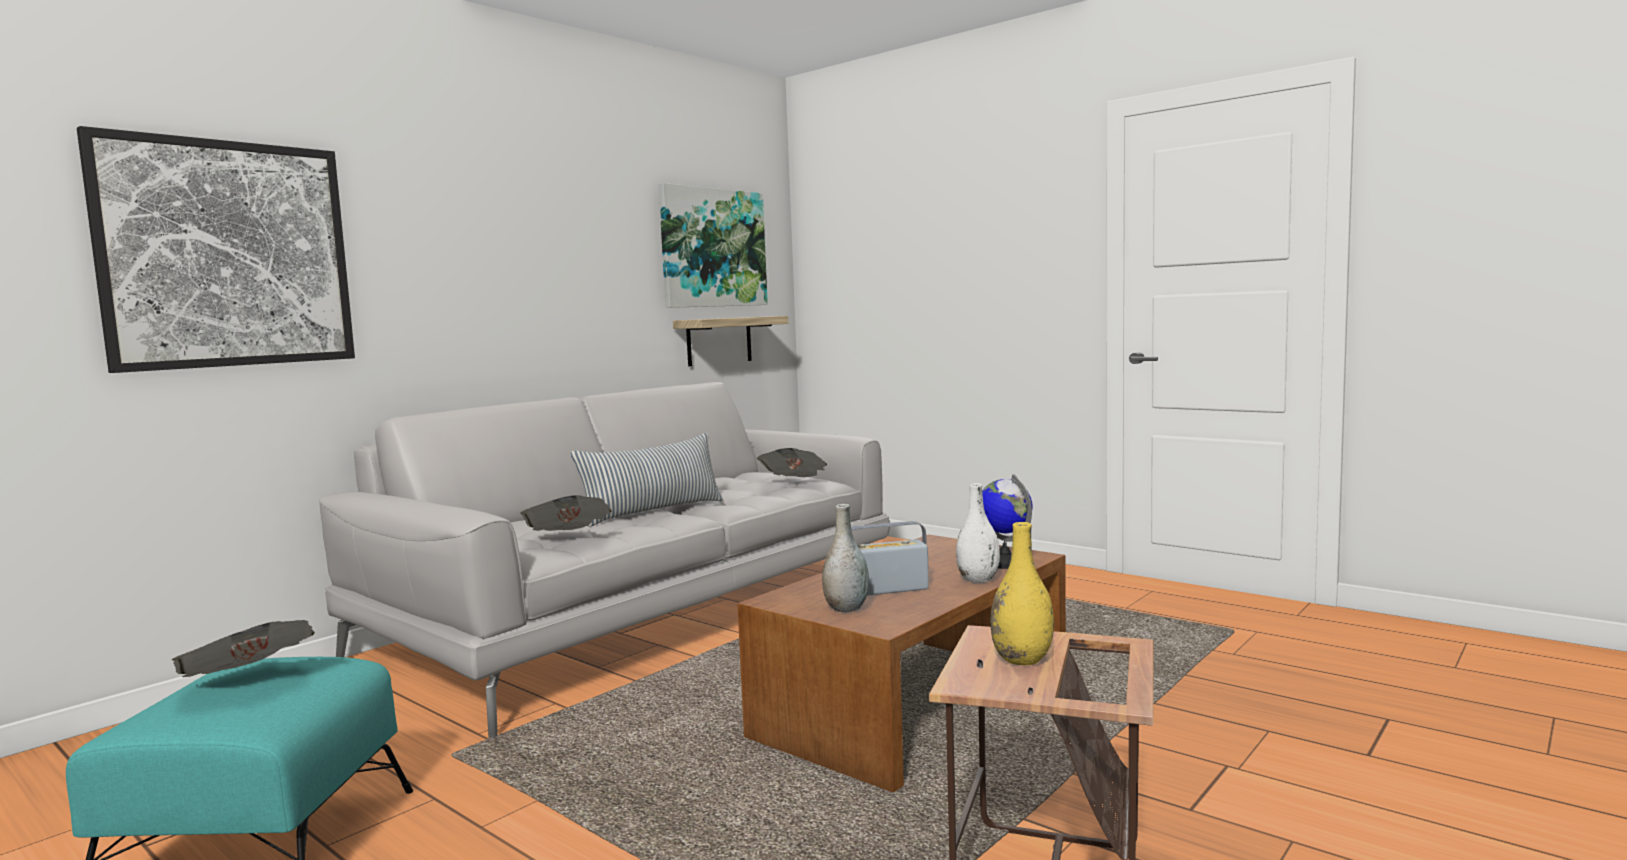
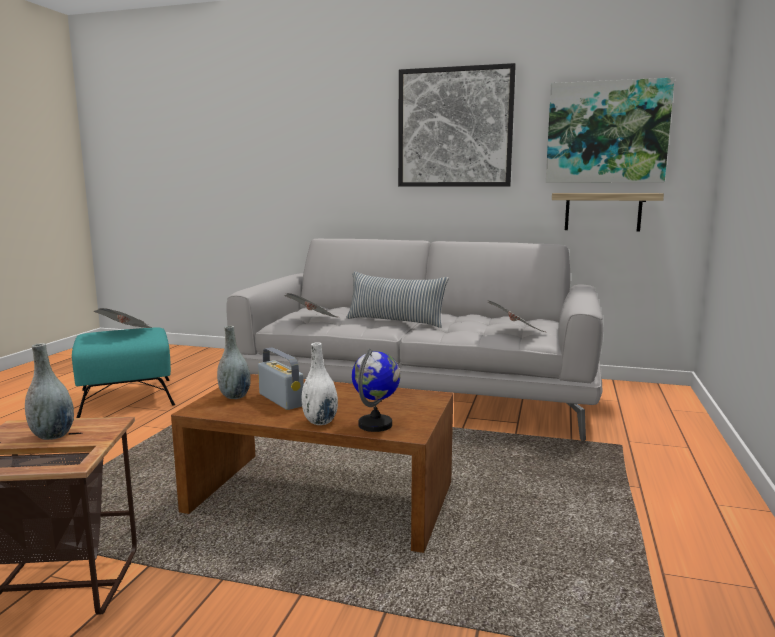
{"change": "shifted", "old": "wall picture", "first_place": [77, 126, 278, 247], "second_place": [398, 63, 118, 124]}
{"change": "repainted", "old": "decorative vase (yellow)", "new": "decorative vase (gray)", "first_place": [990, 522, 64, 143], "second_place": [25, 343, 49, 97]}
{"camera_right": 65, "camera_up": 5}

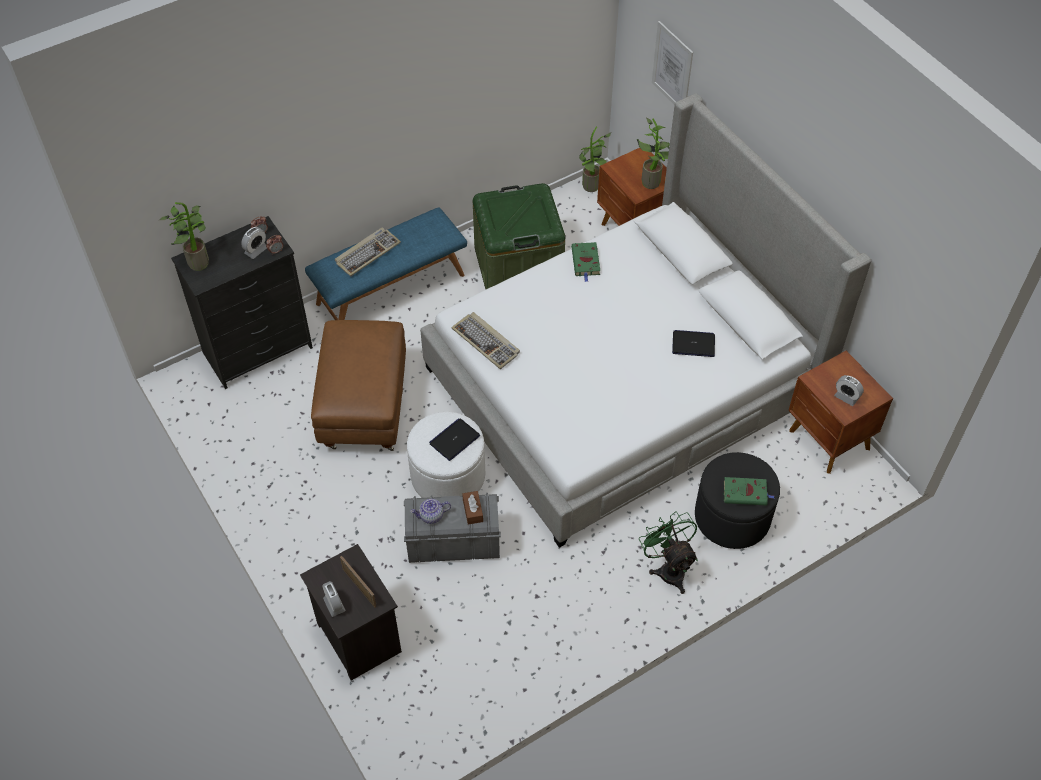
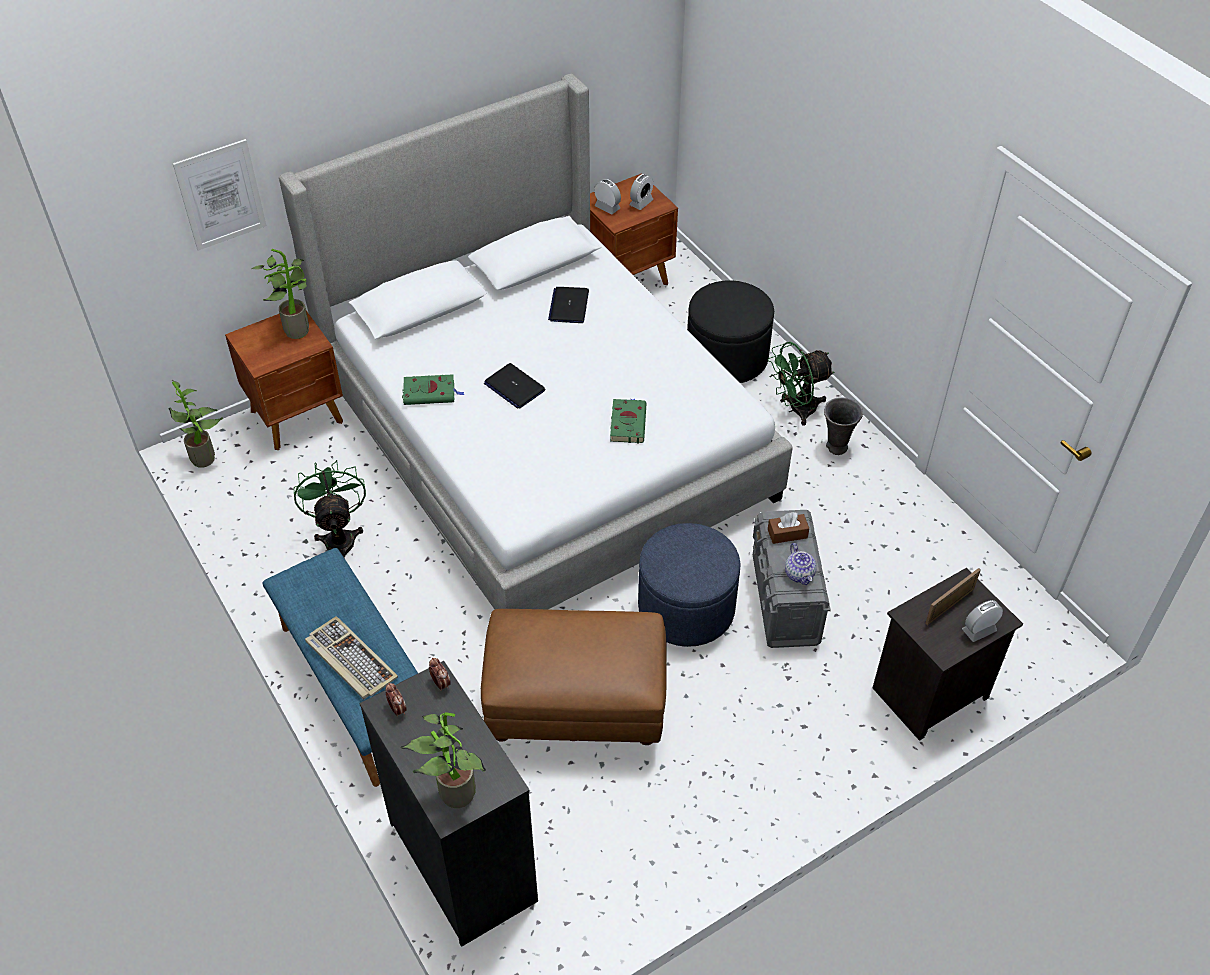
{"change": "gone", "old": "PC keyboard", "first_place": [452, 312, 68, 57]}
{"change": "new", "new": "decorative vase (gray)", "second_place": [824, 397, 39, 58]}
{"change": "shifted", "old": "alarm clock", "first_place": [241, 227, 26, 32], "second_place": [594, 179, 27, 35]}
{"change": "shifted", "old": "laptop", "first_place": [429, 418, 51, 43], "second_place": [484, 363, 62, 46]}
{"change": "shifted", "old": "book (green-coloured)", "first_place": [723, 477, 52, 29], "second_place": [610, 399, 37, 44]}
{"change": "swapped", "old": "storage container (green-coloured)", "new": "cooling fan (green-coloured)", "first_place": [473, 183, 92, 106], "second_place": [294, 460, 72, 98]}
{"change": "repainted", "old": "ottoman (whitish)", "new": "ottoman (bluish)", "first_place": [407, 412, 78, 86], "second_place": [638, 523, 103, 124]}
{"camera_right": -90, "camera_up": -5}

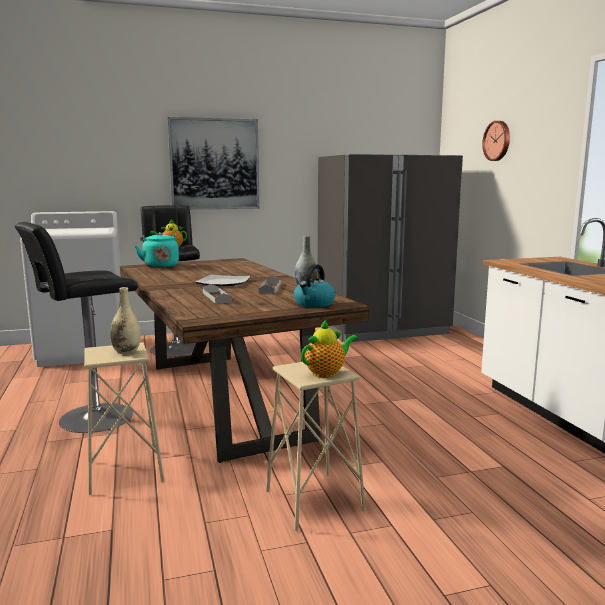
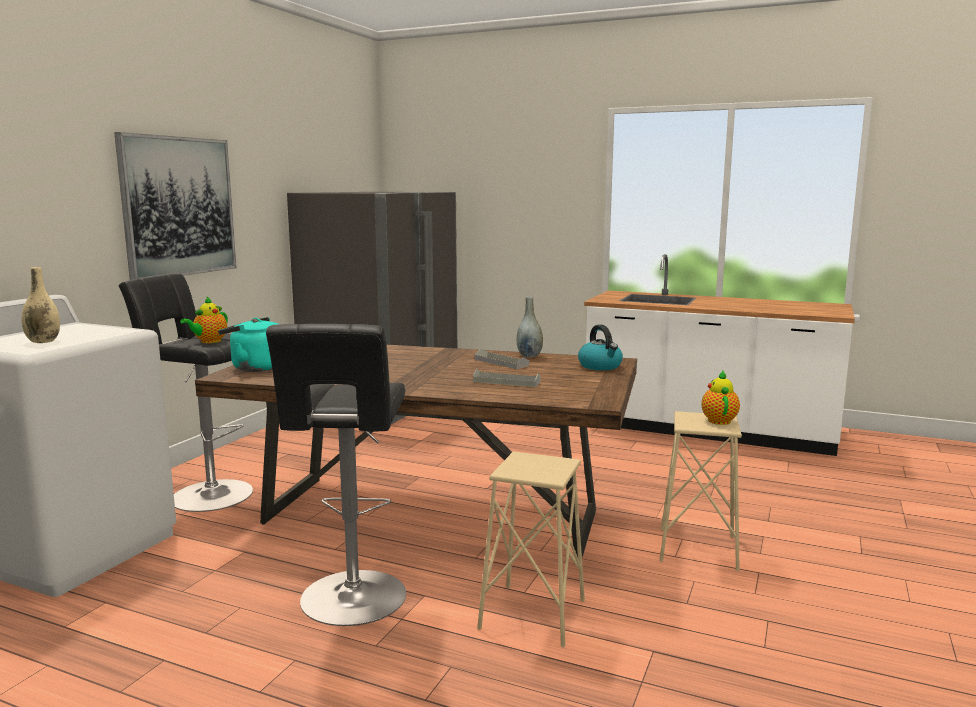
{"change": "gone", "old": "flat dish", "first_place": [195, 274, 55, 12]}
{"change": "gone", "old": "wall clock", "first_place": [482, 121, 28, 40]}
{"change": "shifted", "old": "decorative vase (beige-coloured)", "first_place": [110, 287, 31, 67], "second_place": [22, 267, 38, 76]}
{"camera_right": -50, "camera_up": 0}

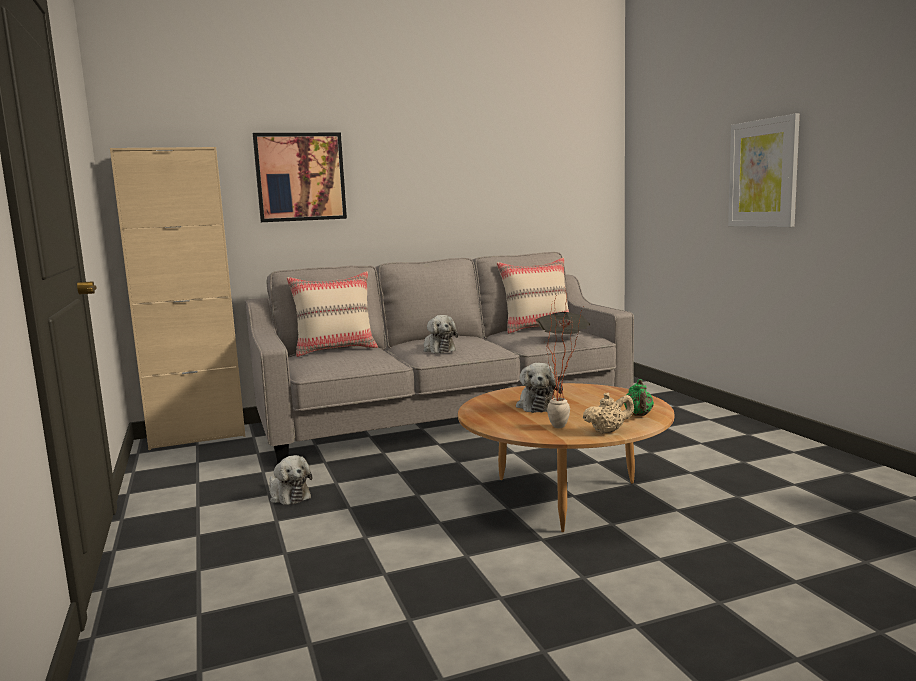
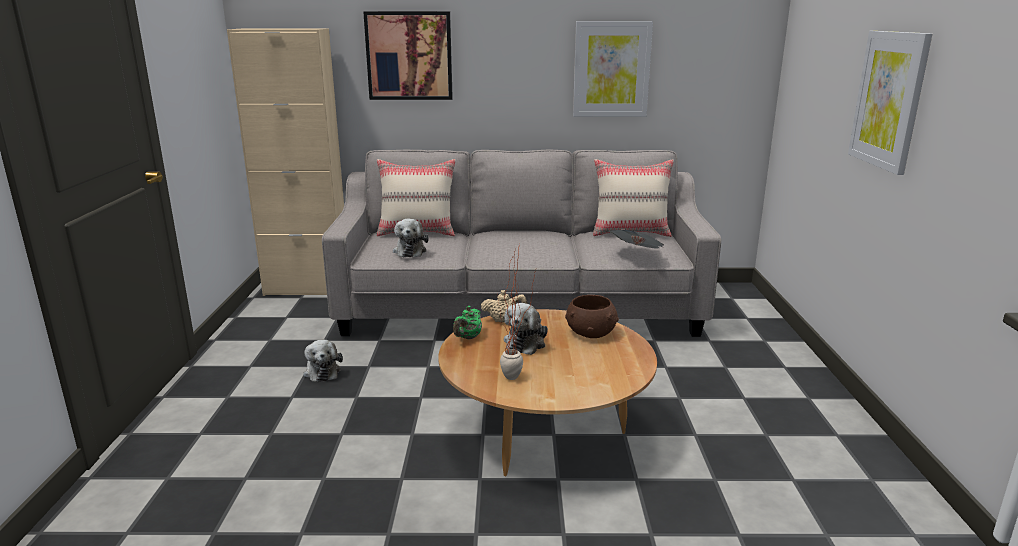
{"change": "new", "new": "serving bowl (brownish)", "second_place": [565, 295, 54, 43]}
{"change": "new", "new": "wall picture", "second_place": [573, 21, 80, 96]}
{"change": "shifted", "old": "plush toy", "first_place": [424, 315, 34, 38], "second_place": [393, 219, 36, 38]}
{"change": "shifted", "old": "teapot (beige-coloured)", "first_place": [583, 393, 51, 40], "second_place": [481, 290, 47, 32]}
{"change": "shifted", "old": "teapot (green-coloured)", "first_place": [624, 379, 30, 37], "second_place": [453, 306, 29, 33]}
{"camera_right": 20, "camera_up": 10}

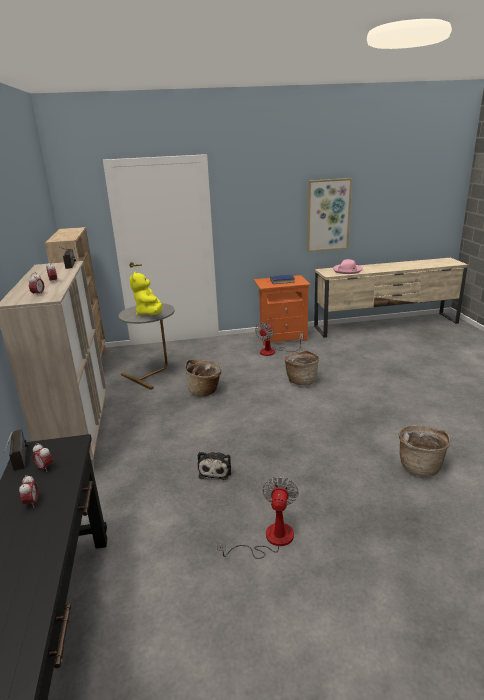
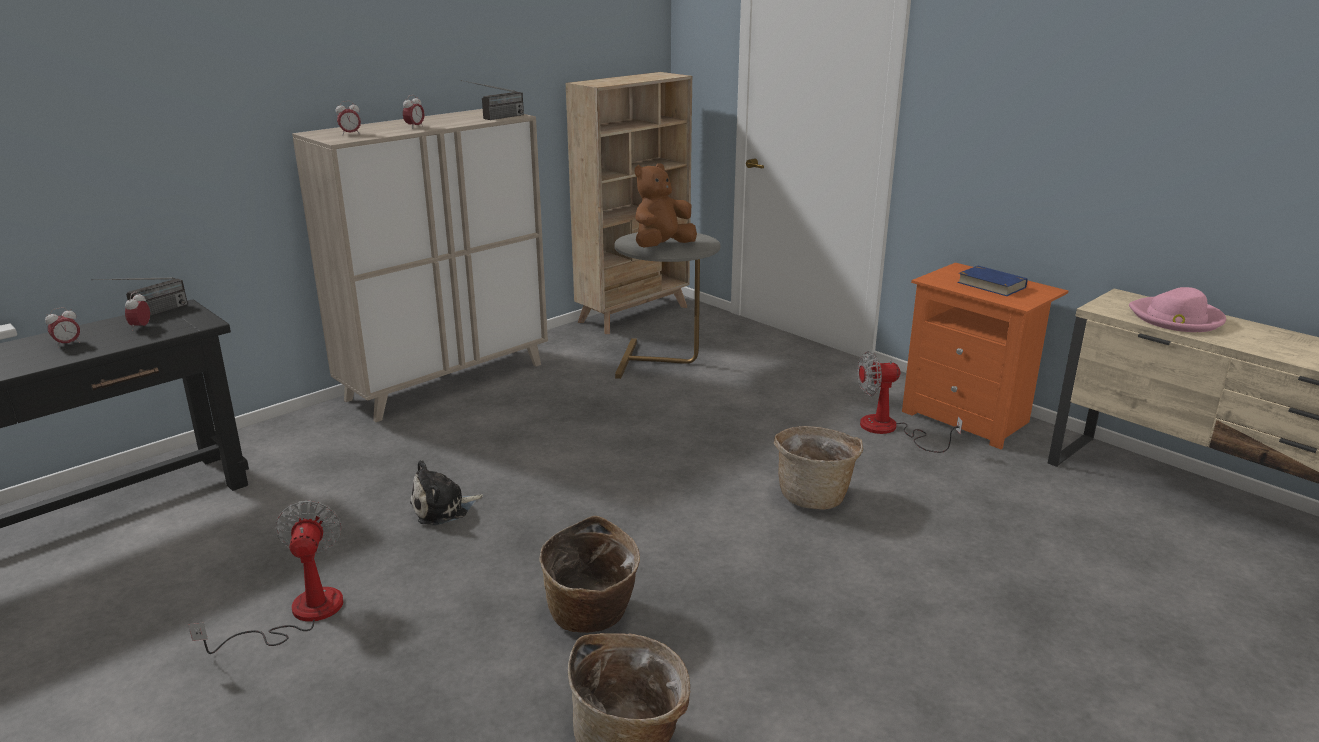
{"change": "gone", "old": "wall picture", "first_place": [307, 178, 45, 74]}
{"change": "shifted", "old": "storage basket", "first_place": [185, 359, 36, 38], "second_place": [539, 516, 101, 117]}
{"change": "repainted", "old": "plush toy (yellow)", "new": "plush toy (brownish)", "first_place": [130, 272, 33, 43], "second_place": [635, 163, 62, 85]}
{"change": "rotated", "old": "cooling fan", "first_place": [217, 476, 82, 83], "second_place": [188, 500, 155, 154], "degrees": -75}
{"camera_right": 55, "camera_up": 0}

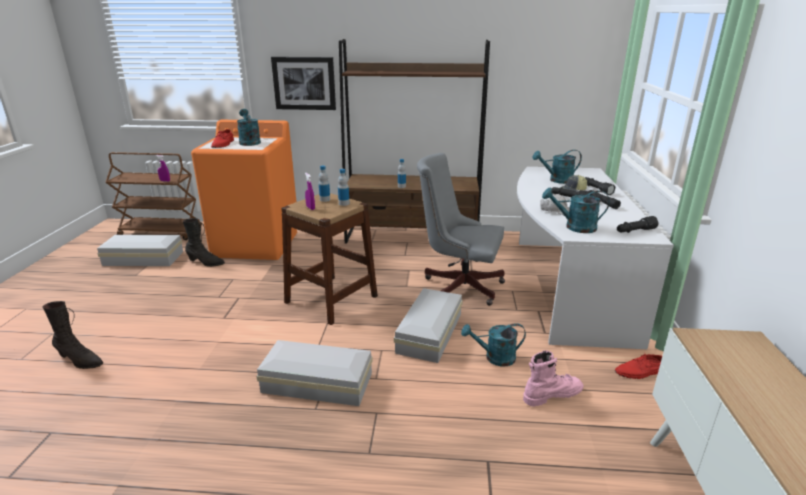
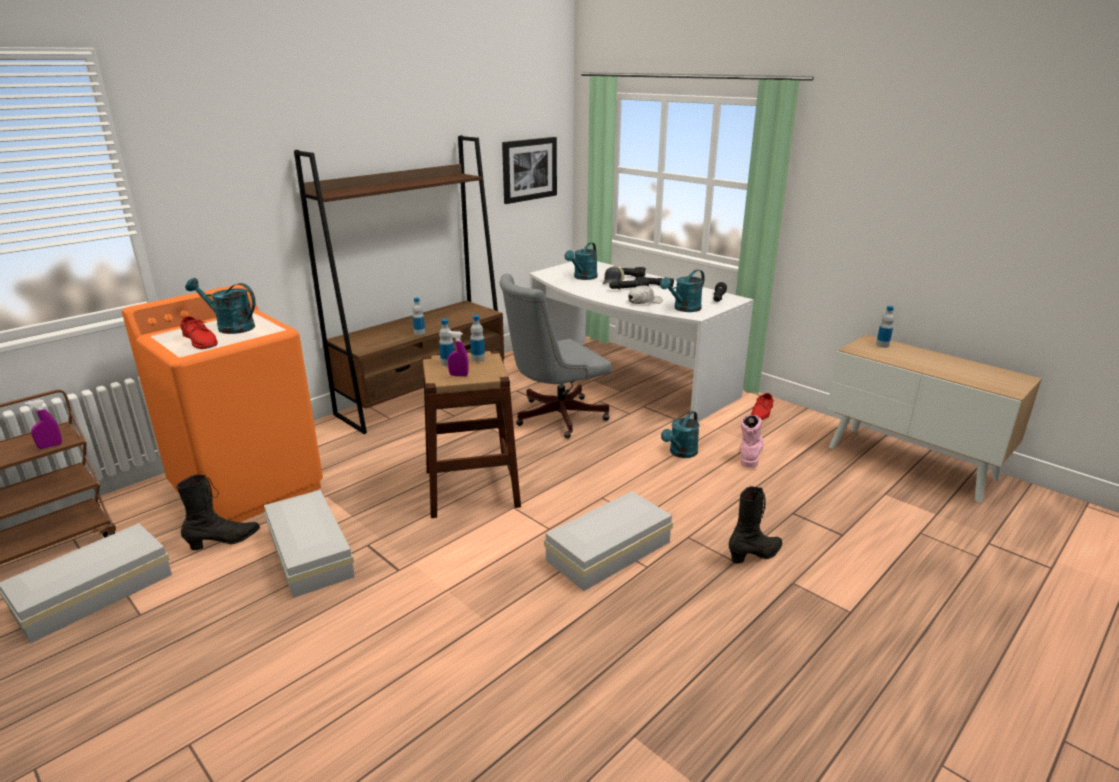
{"change": "new", "new": "bottle", "second_place": [876, 306, 18, 42]}
{"change": "shifted", "old": "boot (black-coloured)", "first_place": [42, 301, 61, 68], "second_place": [729, 486, 54, 78]}
{"change": "shifted", "old": "wall picture", "first_place": [271, 57, 65, 53], "second_place": [502, 137, 55, 67]}
{"change": "shifted", "old": "storage container (whitish)", "first_place": [394, 288, 69, 75], "second_place": [264, 490, 91, 108]}
{"camera_right": -50, "camera_up": 0}

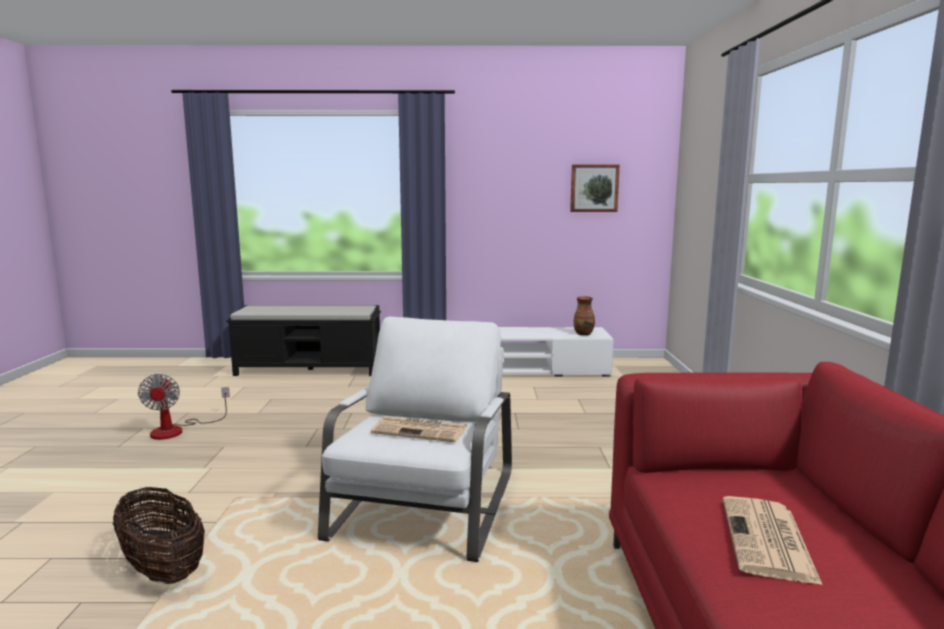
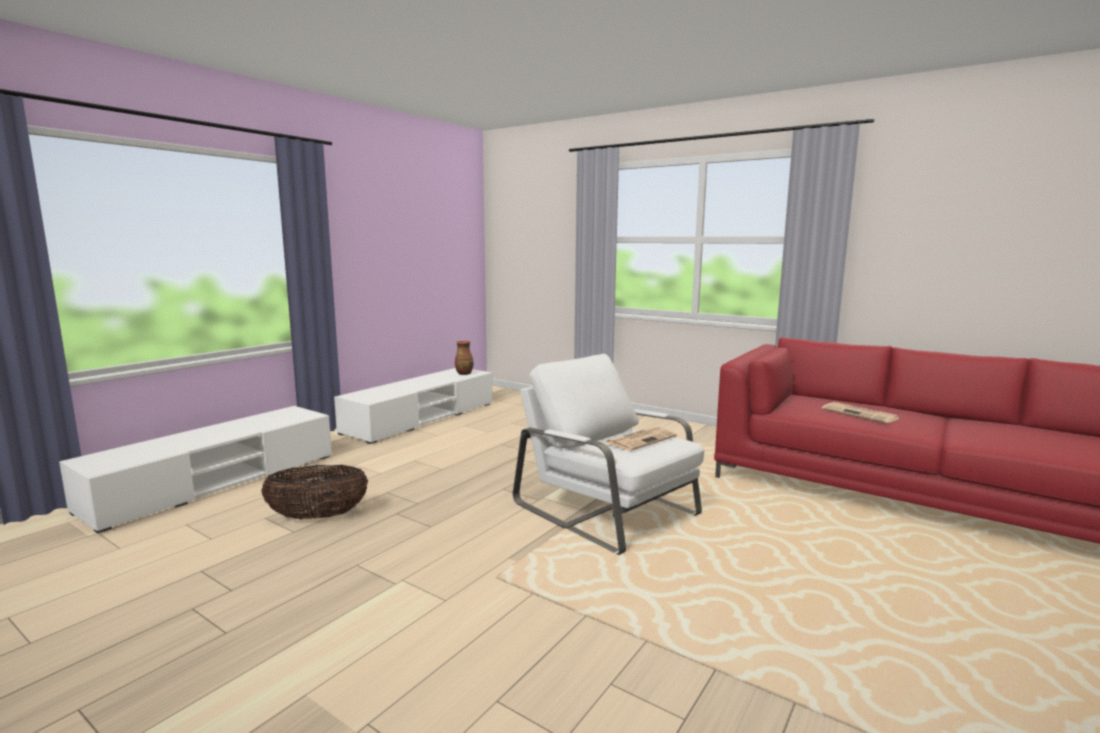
{"change": "gone", "old": "cooling fan", "first_place": [138, 374, 92, 66]}
{"change": "gone", "old": "wall picture", "first_place": [570, 164, 50, 48]}
{"change": "shifted", "old": "storage basket", "first_place": [113, 487, 92, 97], "second_place": [261, 465, 107, 55]}
{"change": "swapped", "old": "indoor bench (black-coloured)", "new": "tv stand (whitish)", "first_place": [227, 305, 154, 71], "second_place": [59, 406, 273, 127]}
{"camera_right": -55, "camera_up": 0}

